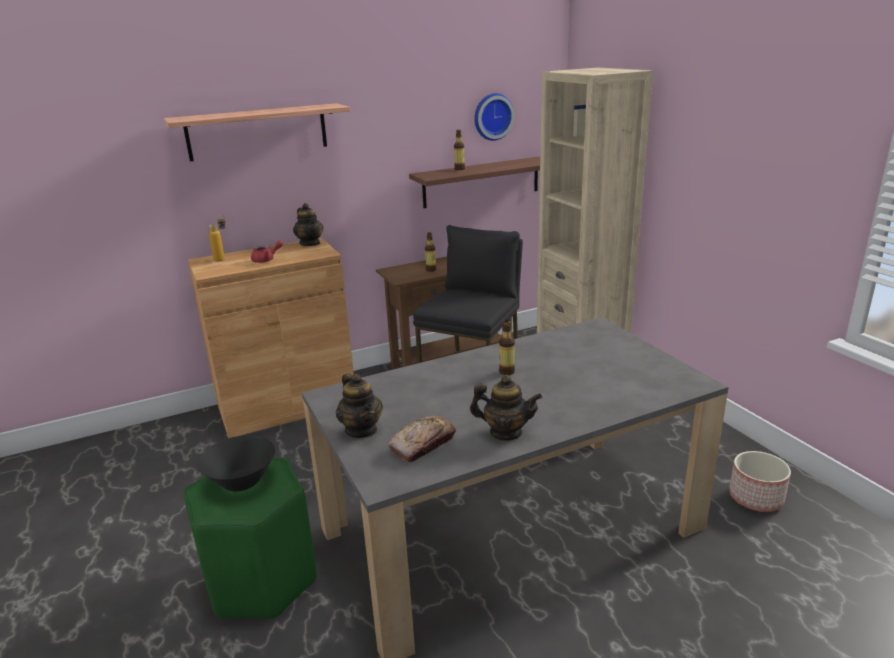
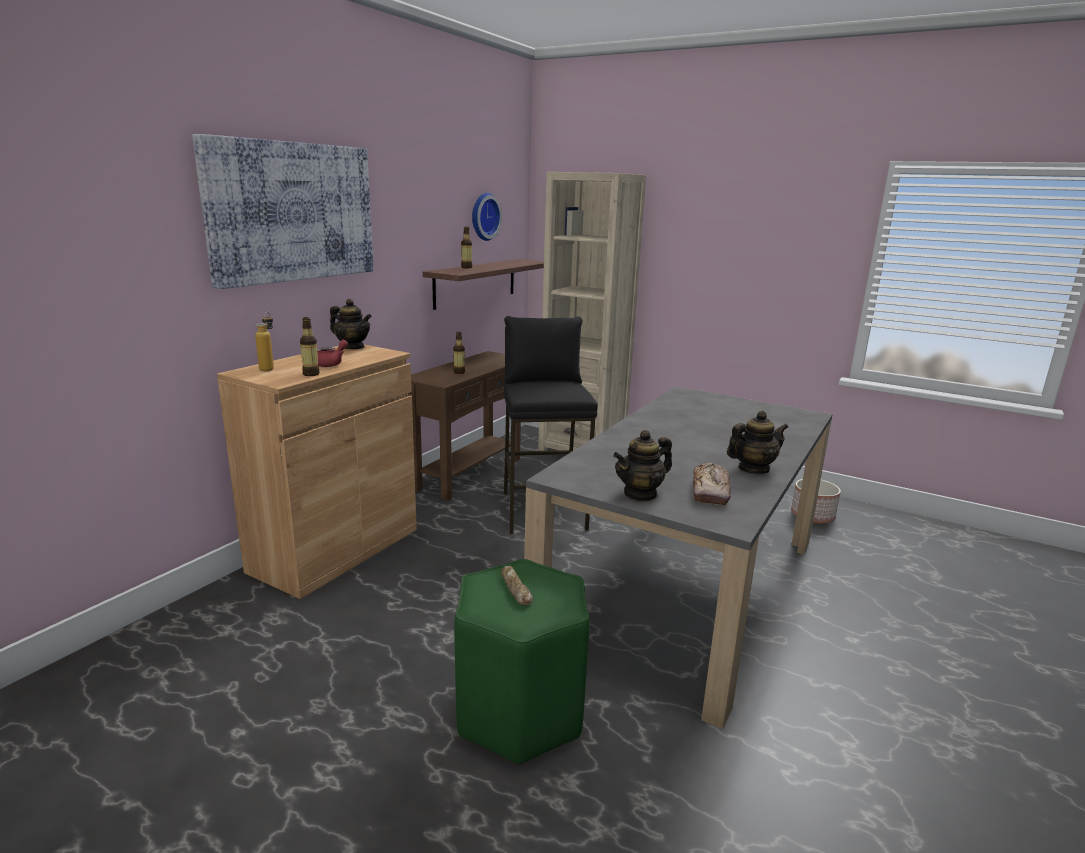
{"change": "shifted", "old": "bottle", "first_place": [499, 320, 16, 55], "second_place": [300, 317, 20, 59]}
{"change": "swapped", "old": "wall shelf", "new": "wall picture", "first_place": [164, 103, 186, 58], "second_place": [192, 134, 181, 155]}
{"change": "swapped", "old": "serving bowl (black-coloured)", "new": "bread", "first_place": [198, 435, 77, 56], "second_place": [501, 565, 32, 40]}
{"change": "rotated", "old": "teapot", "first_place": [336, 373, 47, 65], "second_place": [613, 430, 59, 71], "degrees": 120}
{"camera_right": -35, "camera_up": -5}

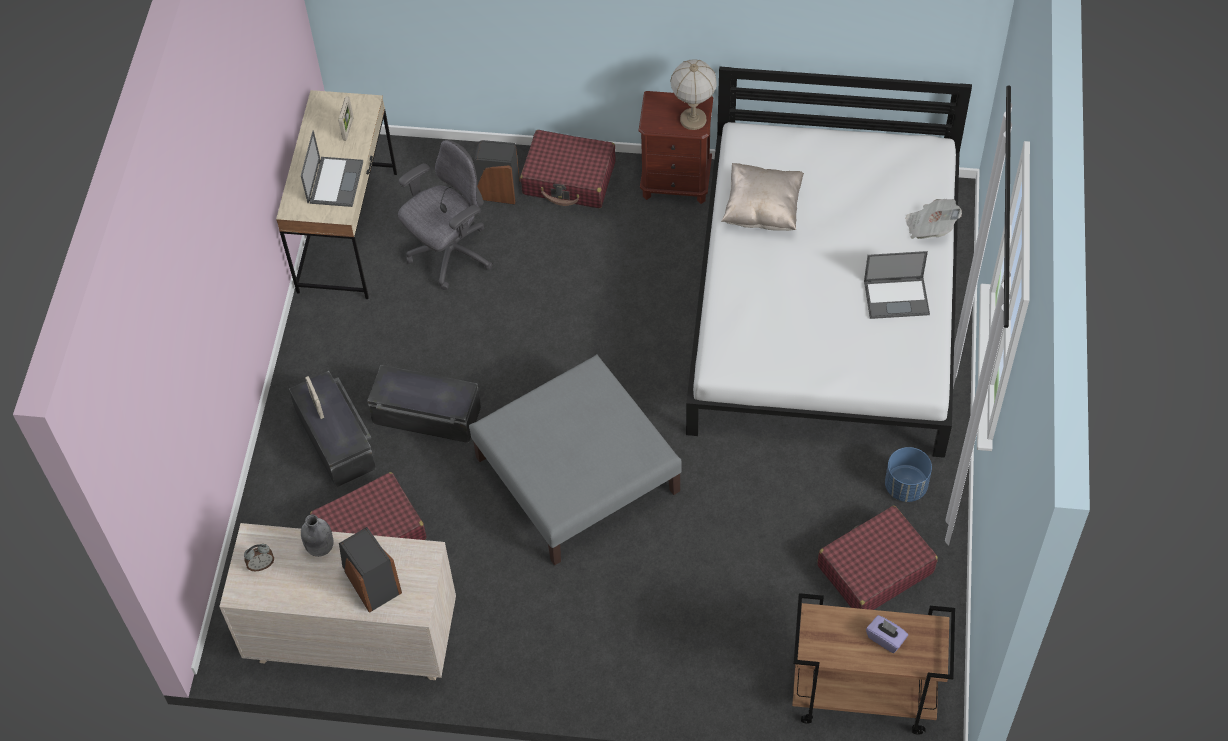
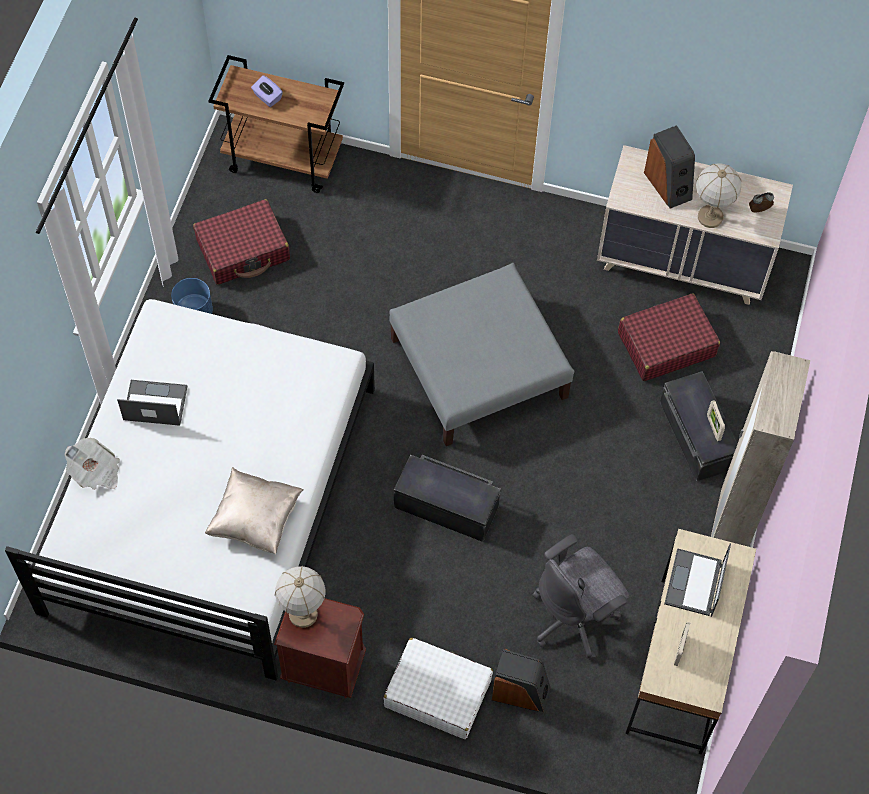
{"change": "new", "new": "wardrobe (beige-coloured)", "second_place": [711, 351, 100, 196]}
{"change": "shifted", "old": "storage container (black-coloured)", "first_place": [367, 365, 114, 78], "second_place": [394, 454, 107, 88]}
{"change": "swapped", "old": "bottle (gray)", "new": "tabletop lamp", "first_place": [301, 514, 32, 43], "second_place": [696, 163, 45, 65]}
{"change": "repainted", "old": "piece of luggage (reddish)", "new": "piece of luggage (whitish)", "first_place": [520, 130, 96, 78], "second_place": [384, 638, 109, 101]}
{"camera_right": -175, "camera_up": 5}

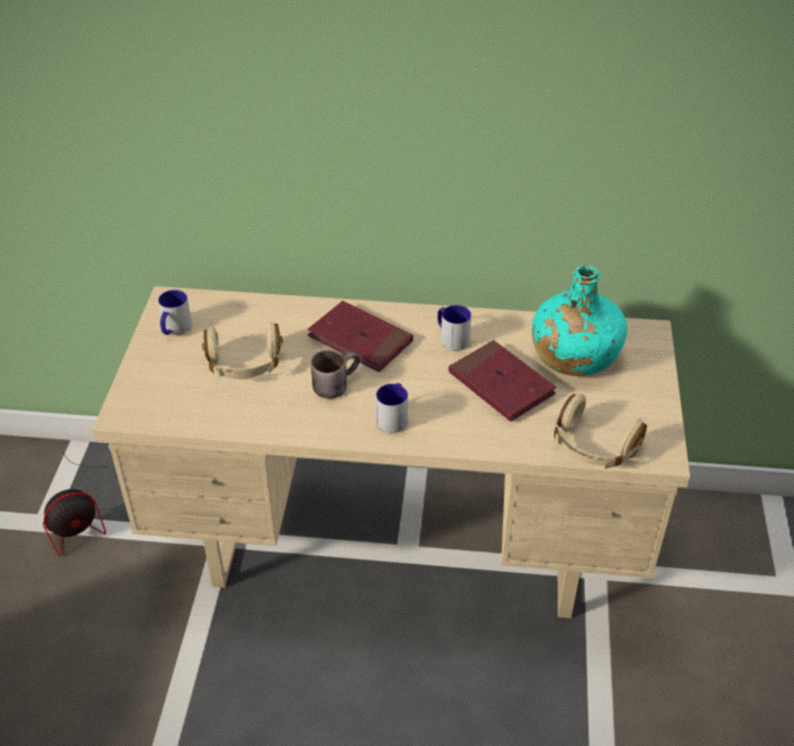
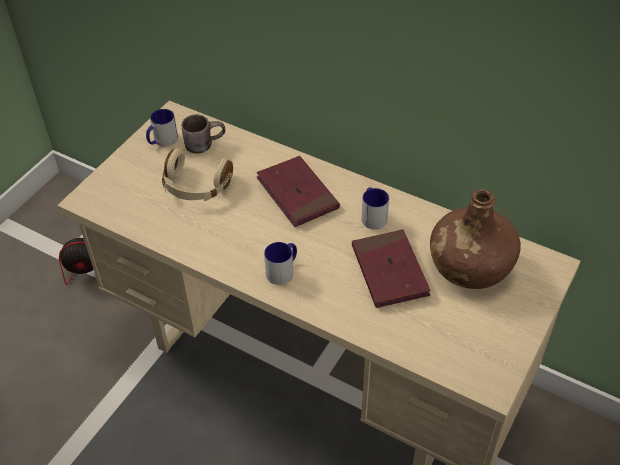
{"change": "gone", "old": "headset (beige-coloured)", "first_place": [554, 394, 93, 75]}
{"change": "shifted", "old": "tea mug (brownish)", "first_place": [311, 349, 49, 50], "second_place": [182, 114, 44, 39]}
{"change": "repainted", "old": "bottle (turquoise)", "new": "bottle (brownish)", "first_place": [532, 265, 95, 111], "second_place": [430, 189, 91, 100]}
{"camera_right": 25, "camera_up": 5}

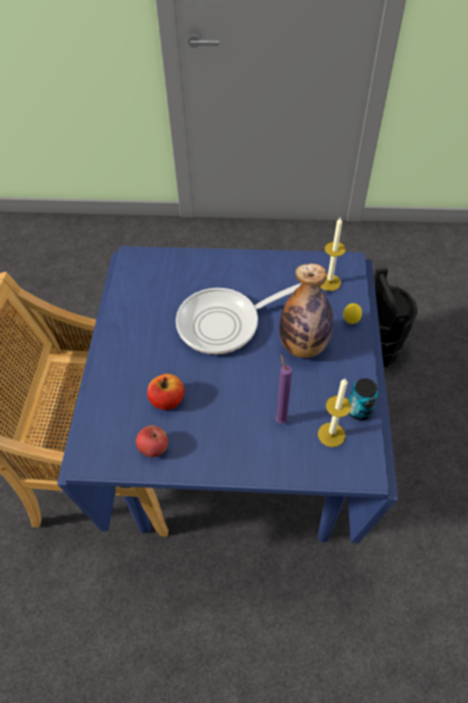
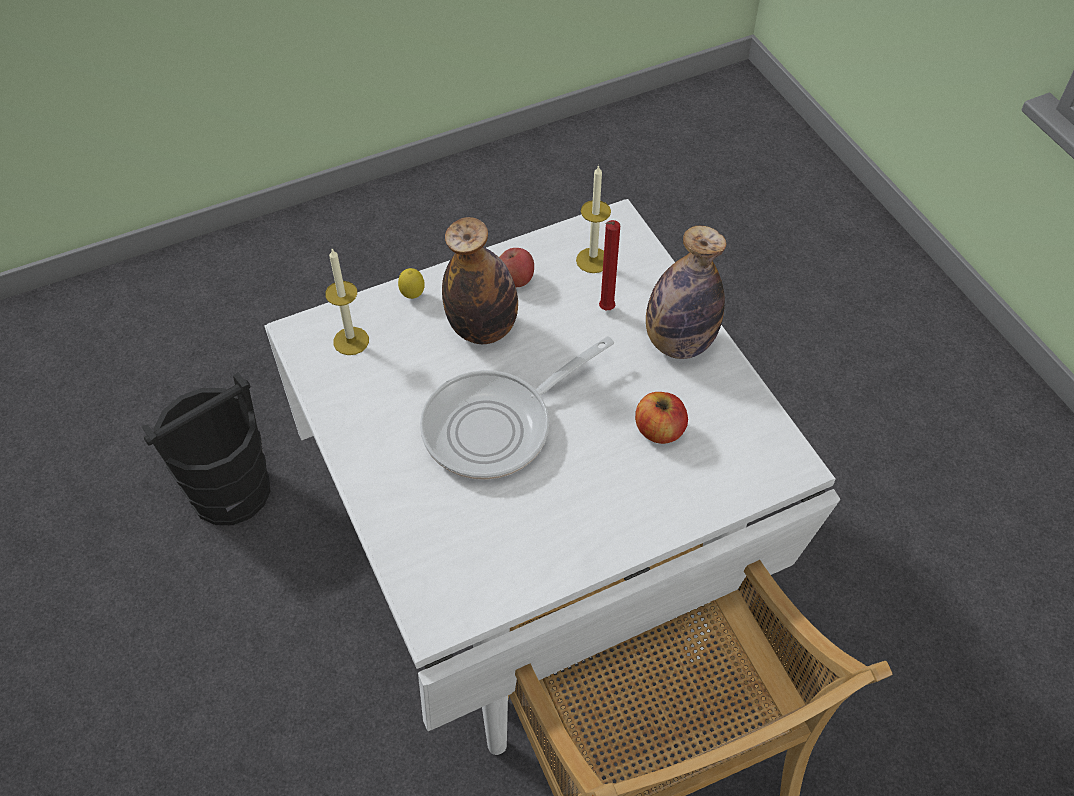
{"change": "gone", "old": "sealed can", "first_place": [349, 378, 30, 42]}
{"change": "new", "new": "bottle", "second_place": [646, 226, 80, 133]}
{"change": "shifted", "old": "whole apple", "first_place": [136, 425, 32, 32], "second_place": [499, 248, 35, 39]}
{"change": "repainted", "old": "dining table (bluish)", "new": "dining table (whitish)", "first_place": [57, 246, 341, 297], "second_place": [264, 199, 576, 556]}
{"change": "repainted", "old": "candle (purple)", "new": "candle (reddish)", "first_place": [275, 354, 17, 70], "second_place": [599, 220, 21, 90]}
{"change": "rotated", "old": "pan", "first_place": [176, 283, 126, 71], "second_place": [420, 336, 194, 144], "degrees": 105}
{"camera_right": -120, "camera_up": 0}

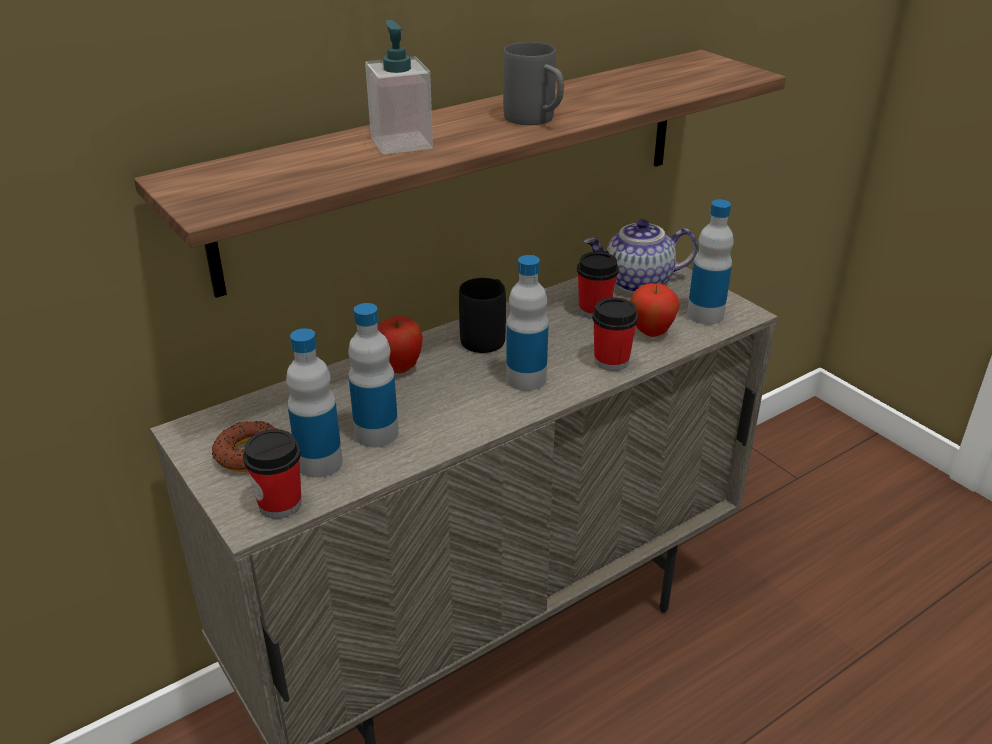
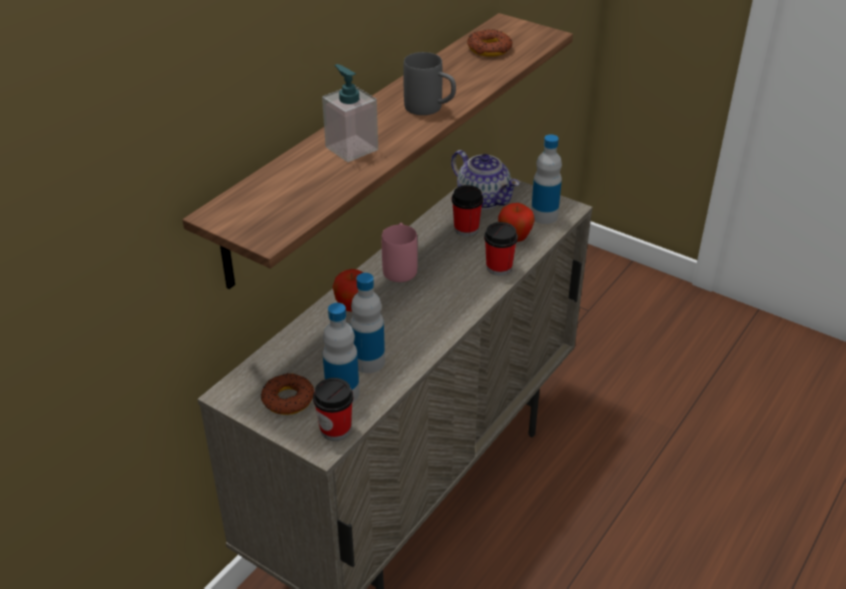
{"change": "gone", "old": "bottle", "first_place": [506, 255, 43, 136]}
{"change": "new", "new": "donut", "second_place": [467, 29, 45, 28]}
{"change": "repainted", "old": "tea mug (black-coloured)", "new": "tea mug (pink-coloured)", "first_place": [459, 278, 47, 75], "second_place": [382, 223, 36, 59]}
{"change": "rotated", "old": "teapot", "first_place": [584, 219, 114, 74], "second_place": [451, 150, 68, 59], "degrees": -105}
{"camera_right": -20, "camera_up": 5}

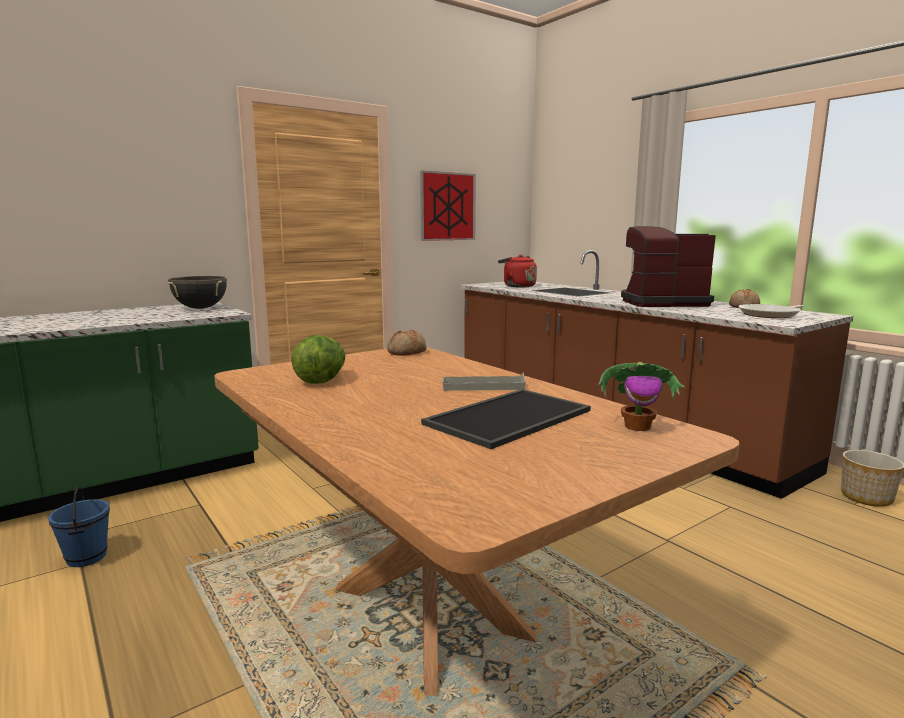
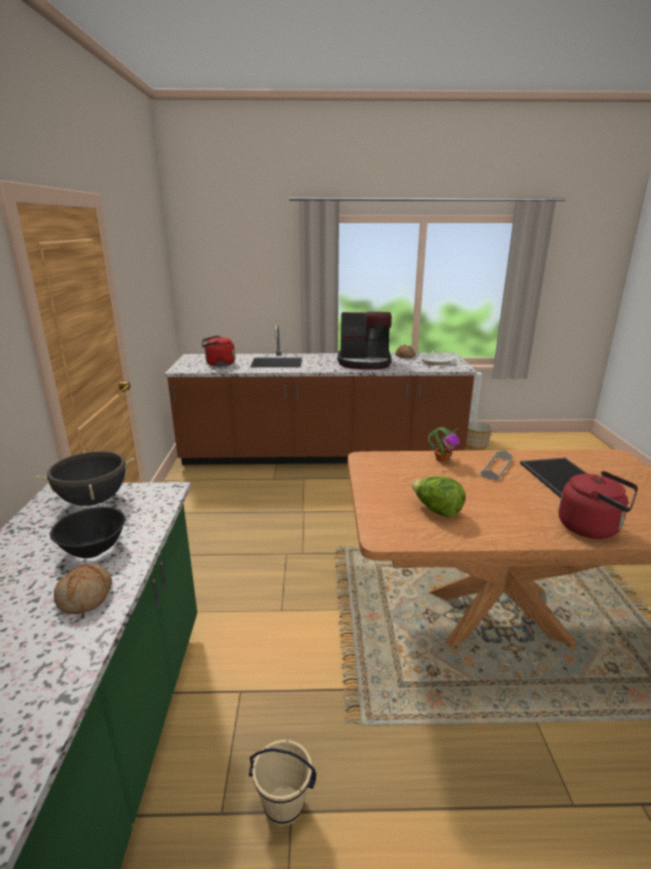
{"change": "gone", "old": "wall picture", "first_place": [420, 171, 56, 70]}
{"change": "new", "new": "serving bowl (black-coloured)", "second_place": [50, 507, 76, 51]}
{"change": "new", "new": "kettle (reddish)", "second_place": [558, 471, 80, 68]}
{"change": "shifted", "old": "bread", "first_place": [387, 330, 39, 26], "second_place": [54, 563, 58, 51]}
{"change": "shifted", "old": "houseplant", "first_place": [598, 362, 87, 69], "second_place": [428, 426, 32, 36]}
{"change": "repainted", "old": "bucket (bluish)", "new": "bucket (beige-coloured)", "first_place": [48, 487, 62, 80], "second_place": [249, 740, 67, 86]}
{"change": "rotated", "old": "coffee brewer", "first_place": [621, 226, 95, 81], "second_place": [338, 312, 54, 58], "degrees": -120}
{"camera_right": -55, "camera_up": 10}

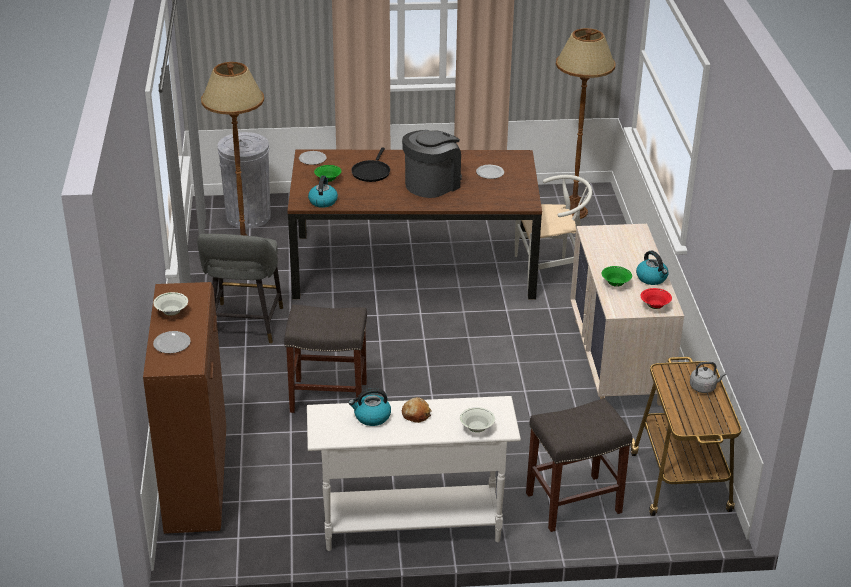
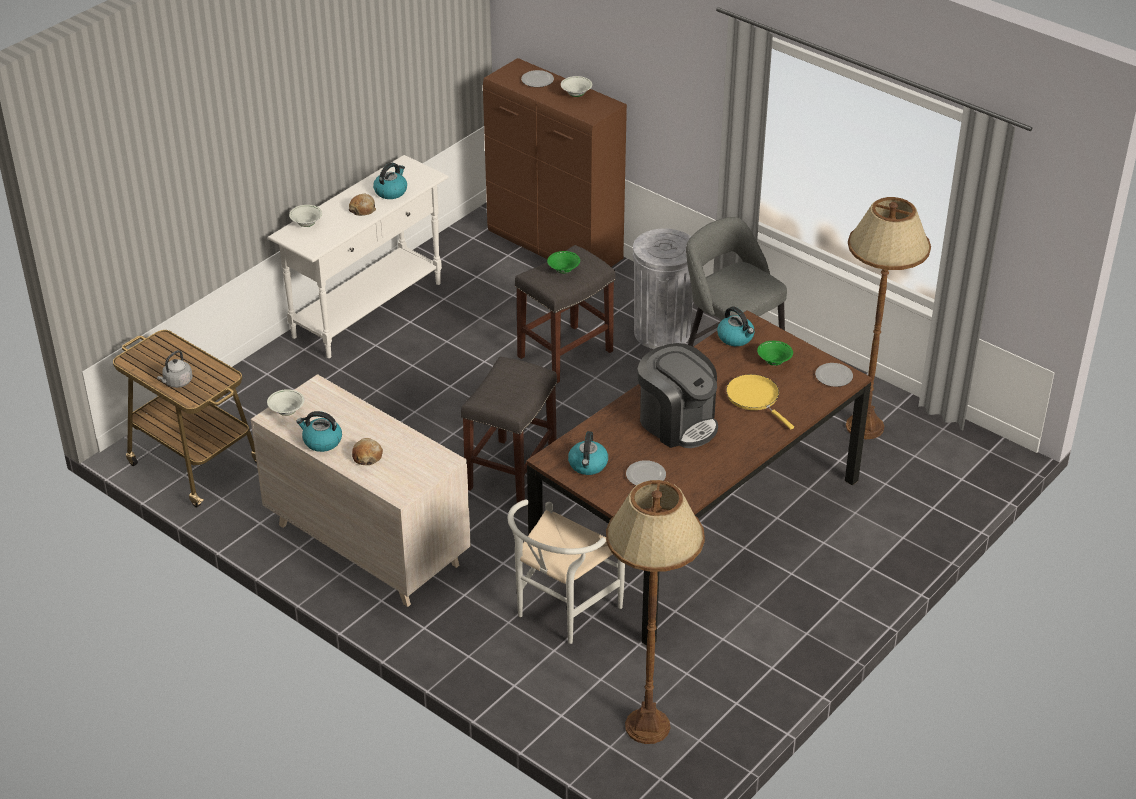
{"change": "new", "new": "bread", "second_place": [352, 438, 31, 27]}
{"change": "new", "new": "kettle", "second_place": [568, 431, 40, 44]}
{"change": "shifted", "old": "trash can (gray)", "first_place": [217, 132, 54, 96], "second_place": [633, 229, 60, 120]}
{"change": "shifted", "old": "sitting stool (gray)", "first_place": [526, 398, 107, 134], "second_place": [461, 356, 96, 147]}
{"change": "shifted", "old": "serving bowl (green-coloured)", "first_place": [602, 266, 30, 21], "second_place": [547, 251, 33, 23]}
{"change": "repainted", "old": "pan (black-coloured)", "new": "pan (yellow)", "first_place": [351, 147, 39, 35], "second_place": [726, 374, 68, 56]}
{"change": "repainted", "old": "serving bowl (reddish)", "new": "serving bowl (whitish)", "first_place": [641, 288, 31, 21], "second_place": [267, 389, 37, 27]}
{"change": "rotated", "old": "coffee brewer", "first_place": [402, 130, 60, 68], "second_place": [637, 343, 81, 105], "degrees": -45}
{"camera_right": 135, "camera_up": 5}

